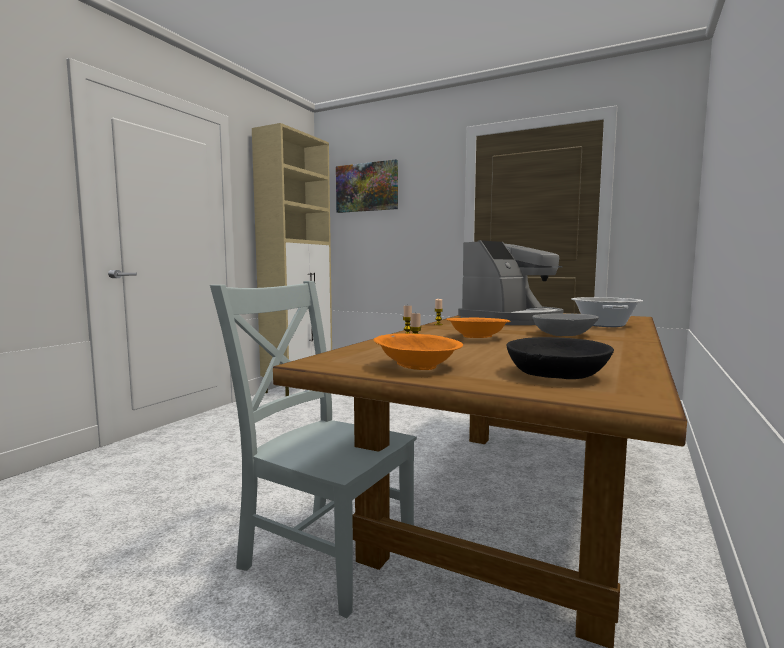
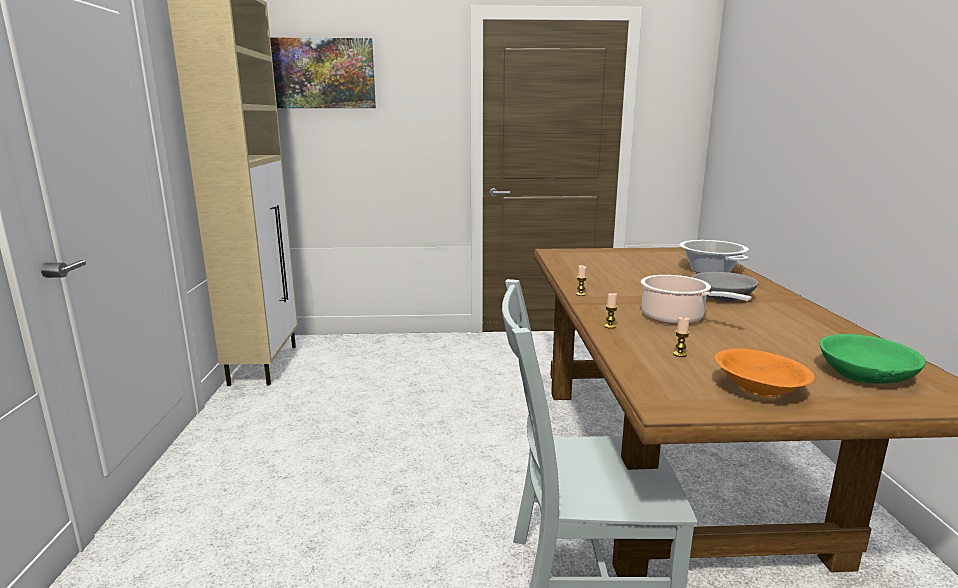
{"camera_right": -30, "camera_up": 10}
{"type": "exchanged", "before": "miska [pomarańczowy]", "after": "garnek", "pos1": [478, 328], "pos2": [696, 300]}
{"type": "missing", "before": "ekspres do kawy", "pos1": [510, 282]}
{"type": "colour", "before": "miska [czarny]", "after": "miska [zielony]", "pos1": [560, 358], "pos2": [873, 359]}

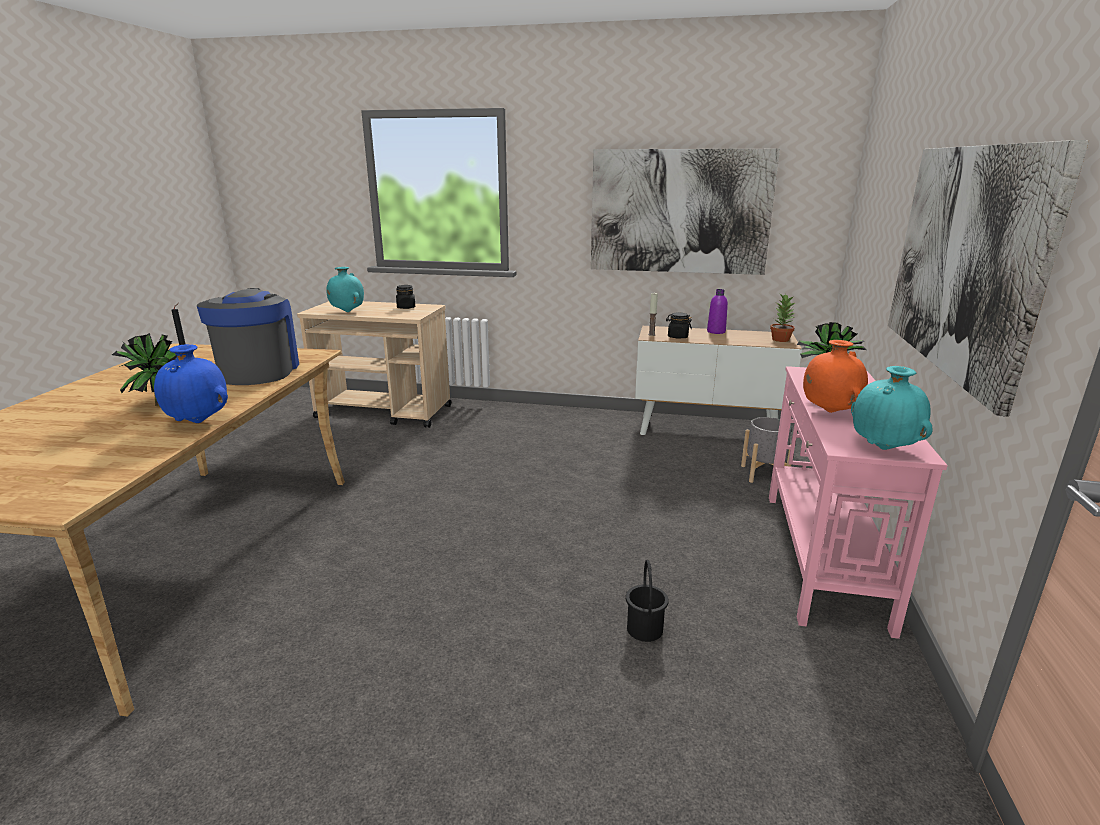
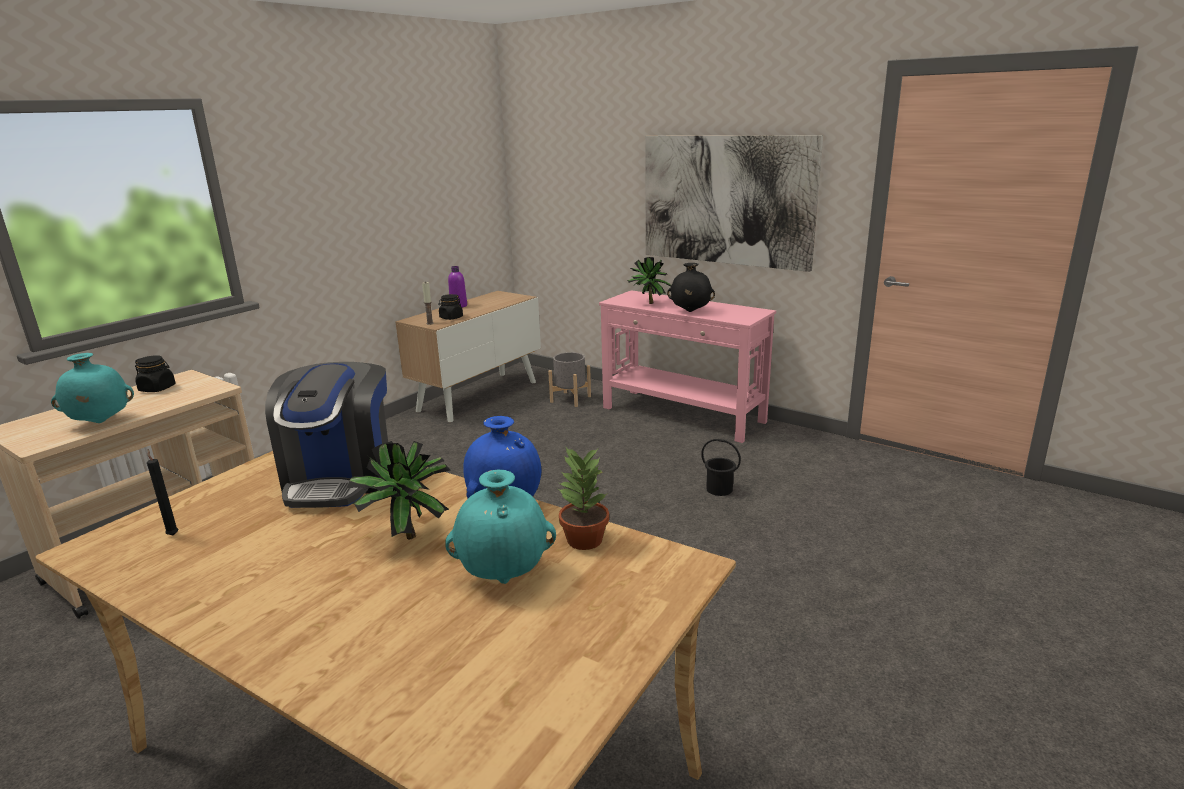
{"camera_right": -65, "camera_up": 0}
{"type": "spun", "before": "ekspres do kawy", "pos1": [248, 336], "pos2": [326, 435], "turn": -105}
{"type": "missing", "before": "obraz", "pos1": [685, 212]}
{"type": "relocated", "before": "roślina doniczkowa", "pos1": [782, 318], "pos2": [583, 499]}
{"type": "colour", "before": "wazon [pomarańczowy]", "after": "wazon [czarny]", "pos1": [835, 376], "pos2": [691, 287]}
{"type": "relocated", "before": "wazon [turkusowy]", "pos1": [892, 408], "pos2": [500, 527]}

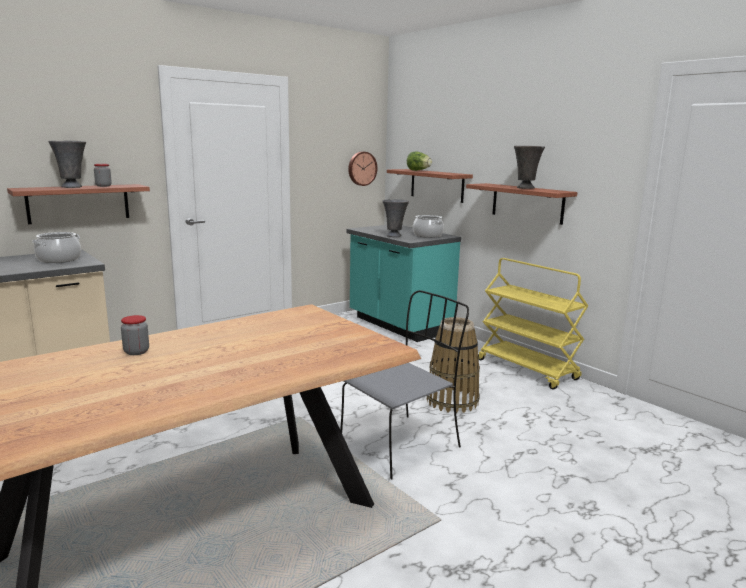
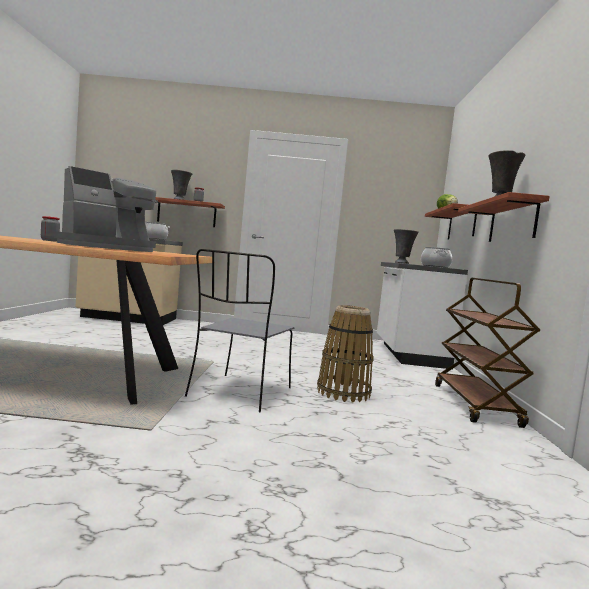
{"camera_right": 40, "camera_up": -10}
{"type": "spun", "before": "krzesło [szary]", "pos1": [404, 384], "pos2": [240, 330], "turn": 105}
{"type": "colour", "before": "zabudowa kuchenna [turkusowy]", "after": "zabudowa kuchenna [biały]", "pos1": [404, 283], "pos2": [422, 315]}
{"type": "missing", "before": "zegar ścienny", "pos1": [362, 169]}
{"type": "colour", "before": "wózek [żółty]", "after": "wózek [brązowy]", "pos1": [533, 324], "pos2": [487, 353]}
{"type": "appeared", "after": "ekspres do kawy", "pos2": [106, 209]}

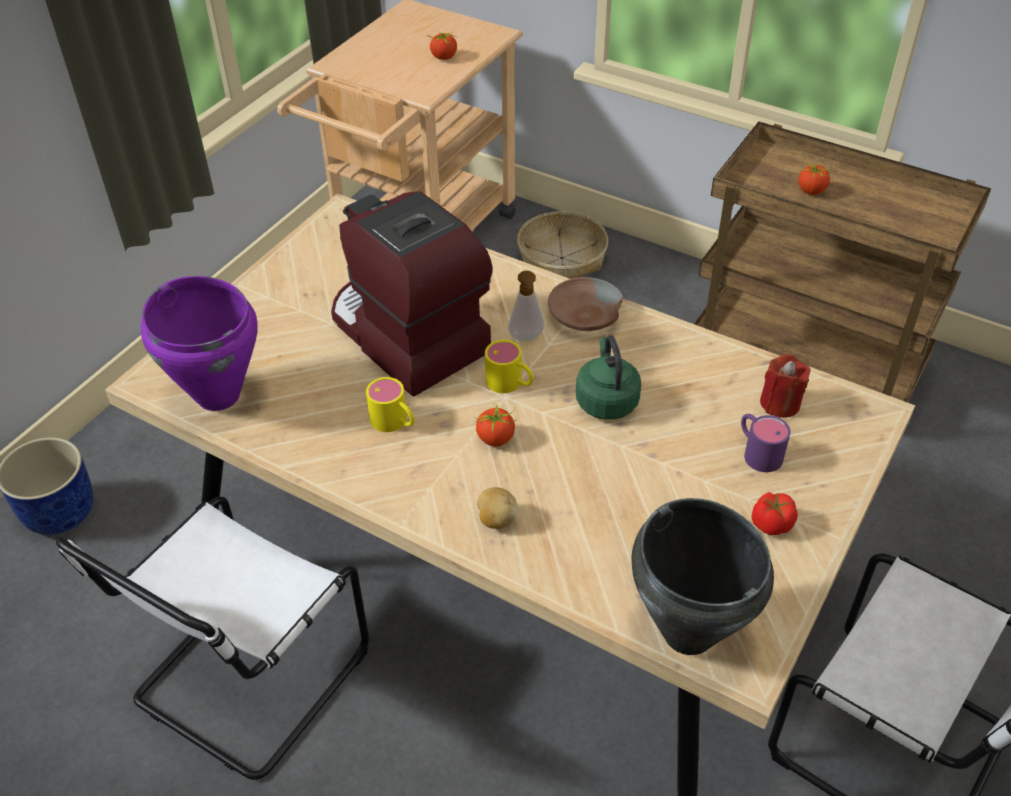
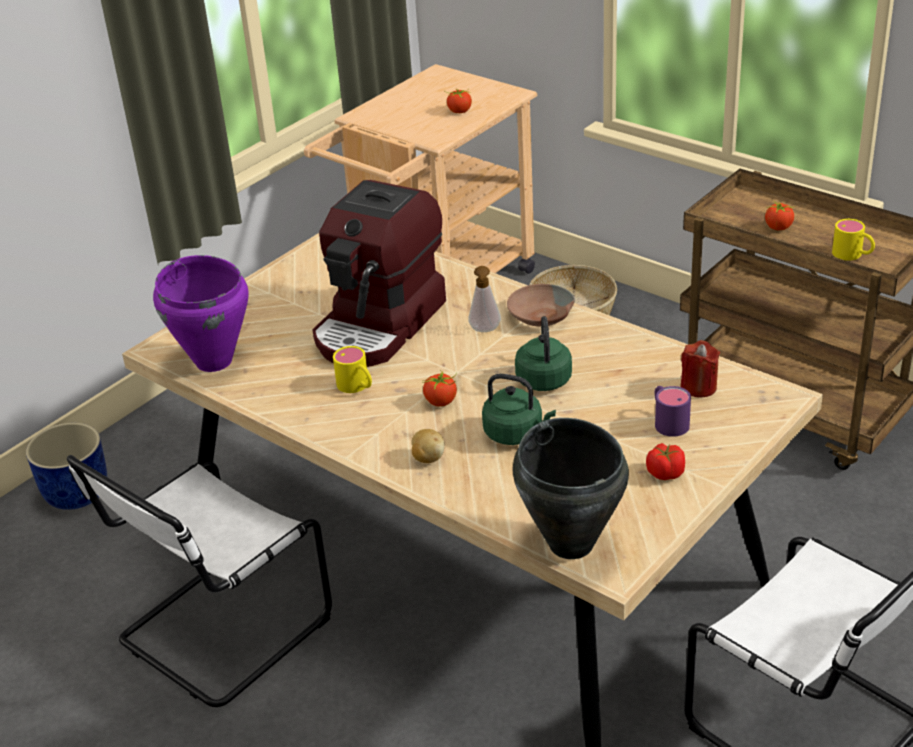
{"camera_right": 10, "camera_up": -10}
{"type": "spun", "before": "ekspres do kawy", "pos1": [412, 293], "pos2": [379, 273], "turn": -120}
{"type": "relocated", "before": "kubek [żółty]", "pos1": [509, 366], "pos2": [853, 240]}
{"type": "appeared", "after": "czajnik [zielony]", "pos2": [519, 409]}

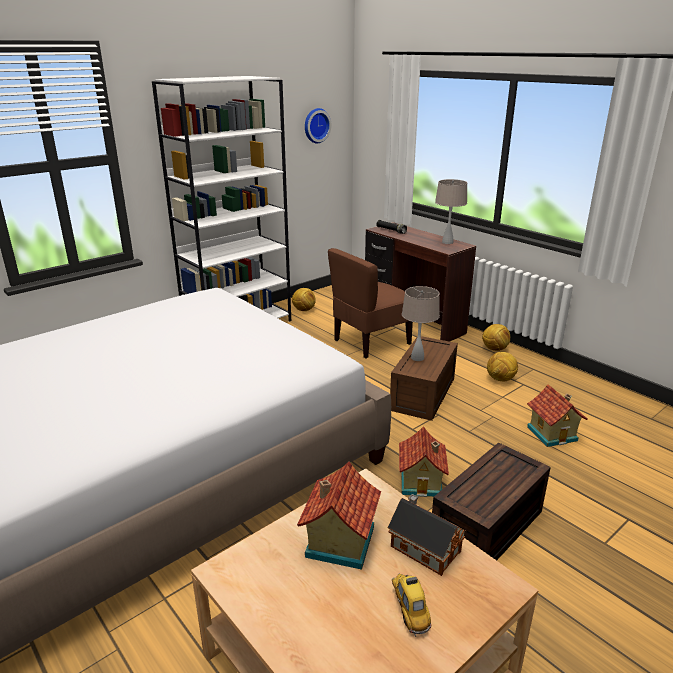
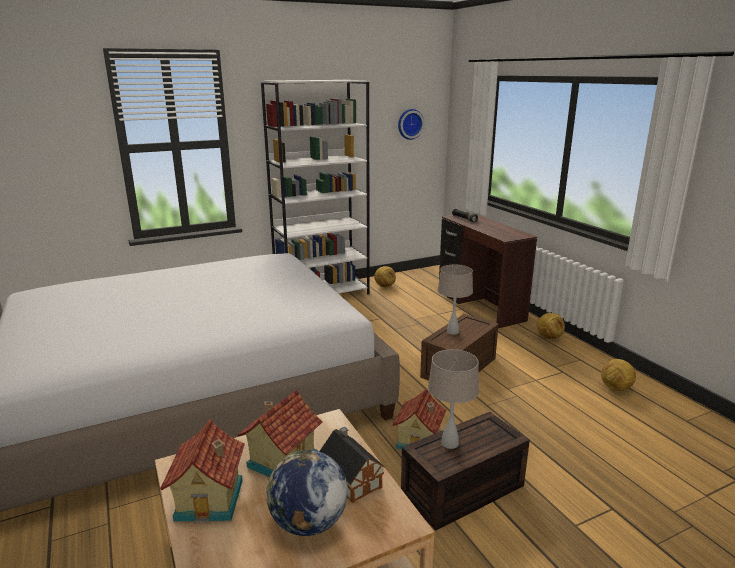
{"camera_right": 15, "camera_up": -5}
{"type": "missing", "before": "krzesło [brązowy]", "pos1": [370, 303]}
{"type": "exchanged", "before": "samochodzik", "after": "globus", "pos1": [412, 605], "pos2": [307, 493]}
{"type": "relocated", "before": "lampa stołowa [beżowy]", "pos1": [451, 211], "pos2": [453, 399]}
{"type": "relocated", "before": "piłka futbolowa", "pos1": [502, 367], "pos2": [618, 375]}
{"type": "relocated", "before": "domek", "pos1": [557, 415], "pos2": [202, 470]}

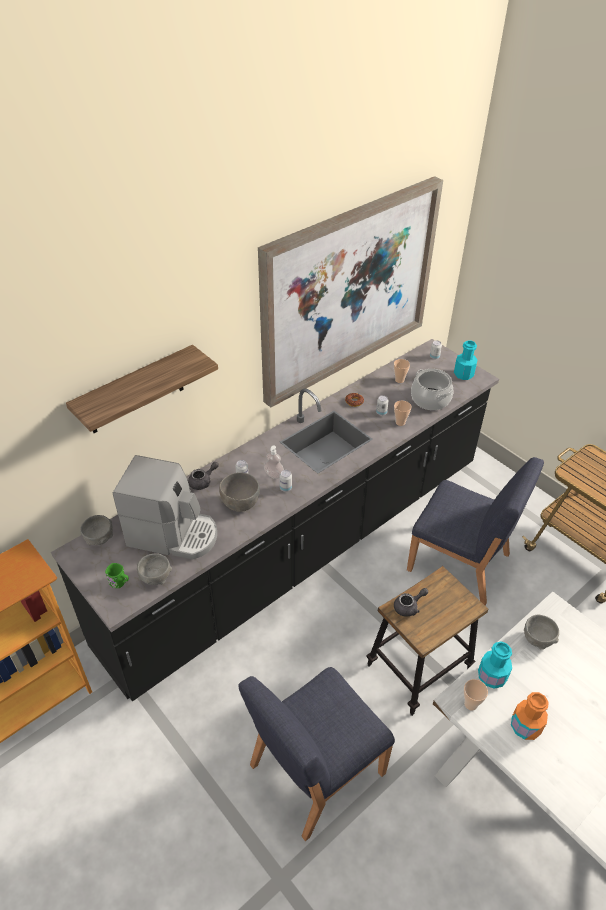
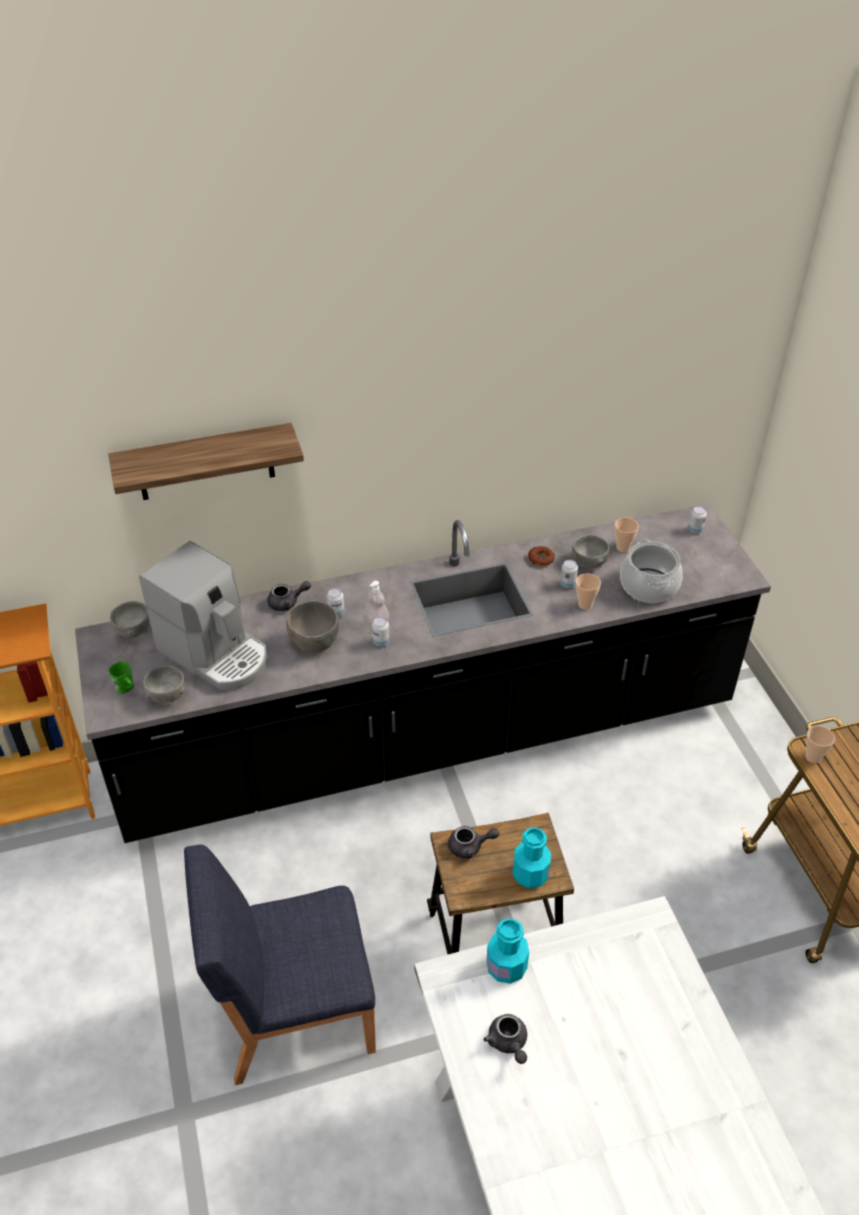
{"camera_right": 25, "camera_up": 0}
{"type": "missing", "before": "obraz", "pos1": [350, 292]}
{"type": "missing", "before": "krzesło [niebieski]", "pos1": [475, 531]}
{"type": "relocated", "before": "butelka [turkusowy]", "pos1": [466, 360], "pos2": [532, 857]}
{"type": "relocated", "before": "filiżanka", "pos1": [476, 695], "pos2": [820, 744]}
{"type": "exchanged", "before": "butelka [pomarańczowy]", "after": "imbryk [szary]", "pos1": [530, 716], "pos2": [505, 1039]}
{"type": "relocated", "before": "miska [szary]", "pos1": [541, 632], "pos2": [590, 551]}

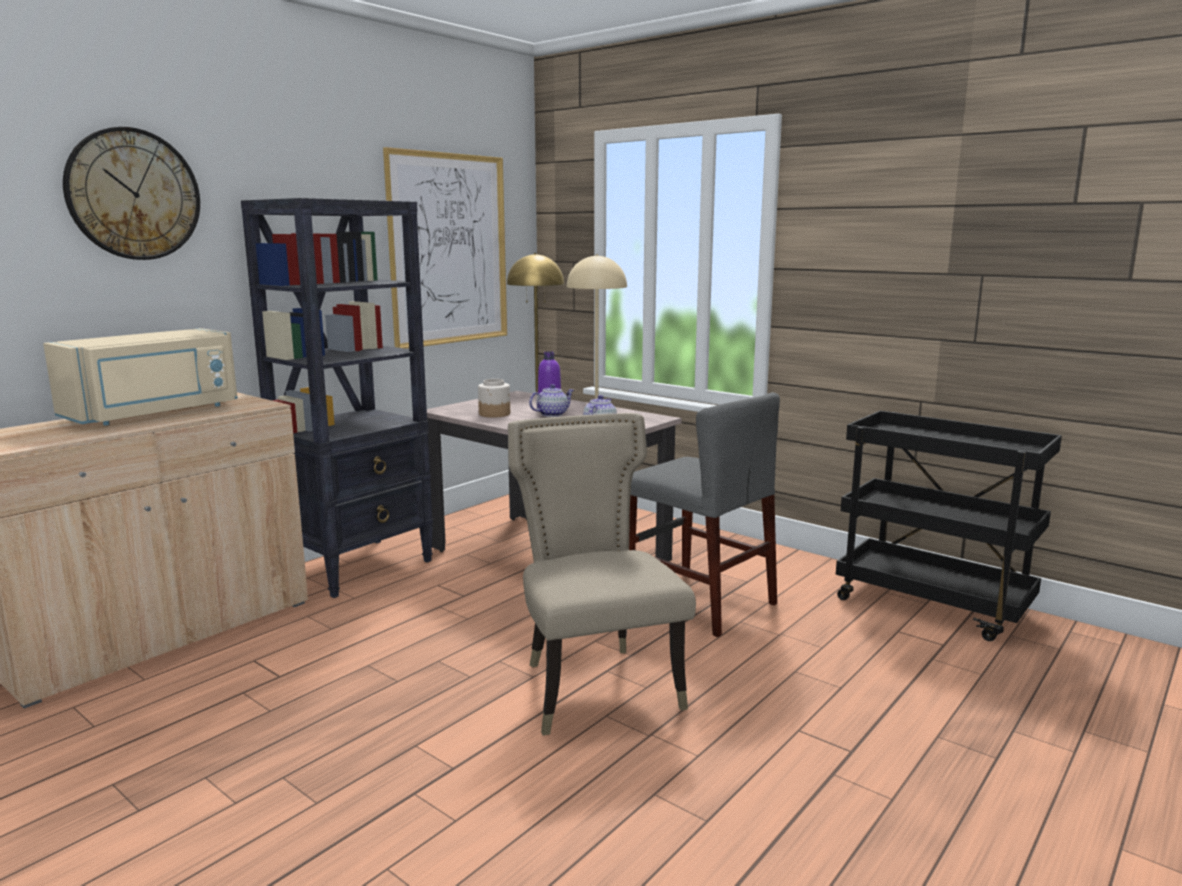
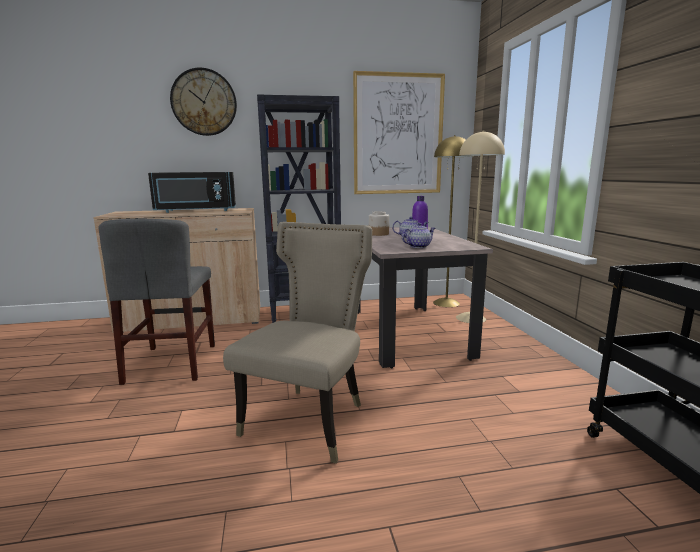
{"camera_right": 40, "camera_up": 0}
{"type": "colour", "before": "mikrofalówka [beżowy]", "after": "mikrofalówka [czarny]", "pos1": [140, 377], "pos2": [192, 192]}
{"type": "relocated", "before": "krzesło [szary]", "pos1": [704, 514], "pos2": [156, 301]}

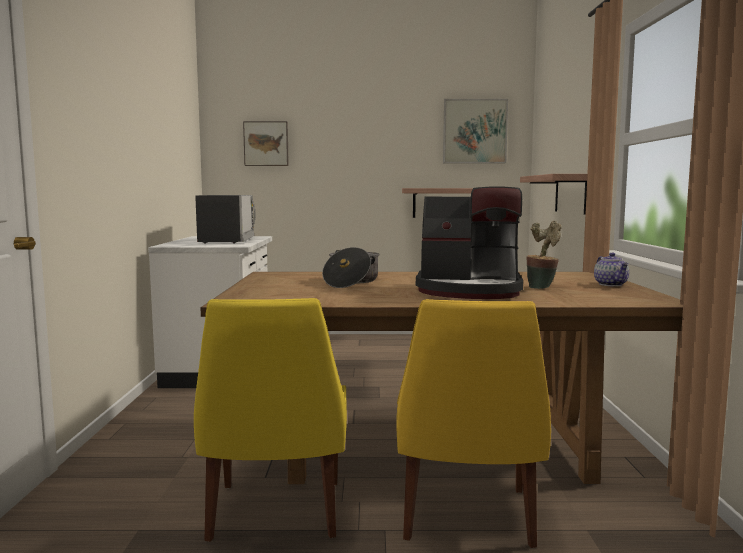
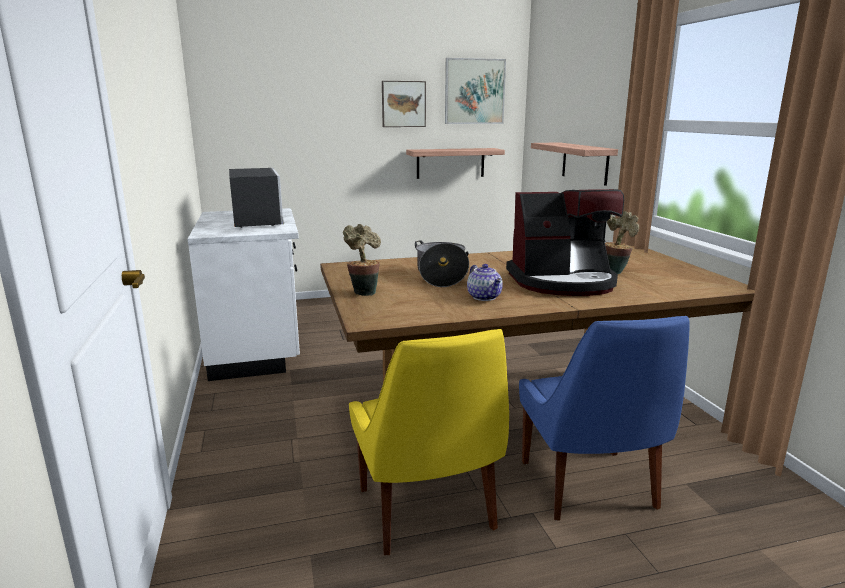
{"camera_right": -15, "camera_up": 10}
{"type": "relocated", "before": "obraz", "pos1": [266, 143], "pos2": [404, 104]}
{"type": "colour", "before": "krzesło [żółty]", "after": "krzesło [niebieski]", "pos1": [473, 423], "pos2": [604, 418]}
{"type": "relocated", "before": "imbryk", "pos1": [611, 269], "pos2": [485, 282]}
{"type": "appeared", "after": "roślina doniczkowa", "pos2": [362, 260]}

